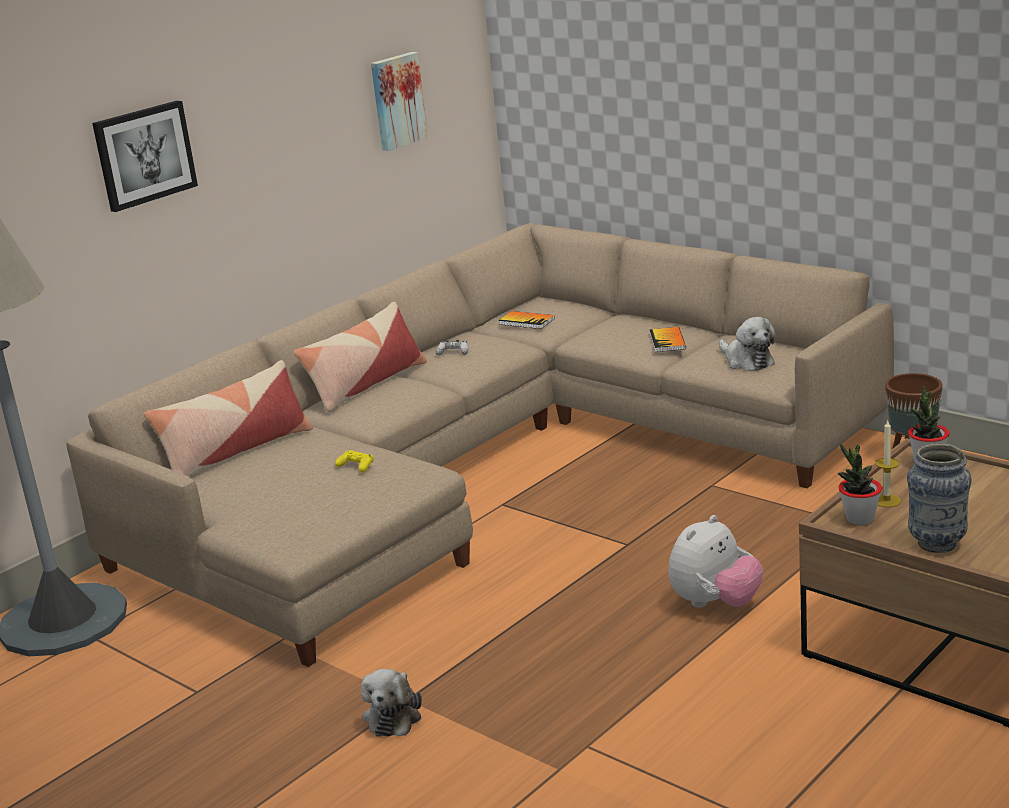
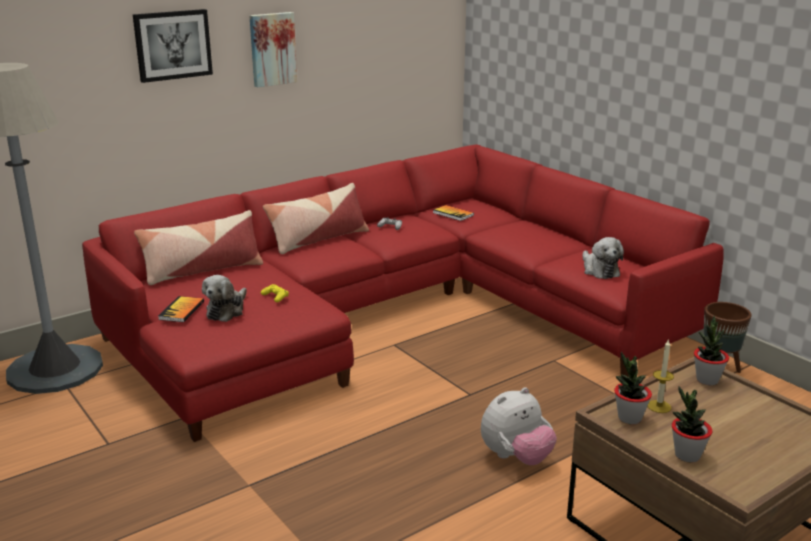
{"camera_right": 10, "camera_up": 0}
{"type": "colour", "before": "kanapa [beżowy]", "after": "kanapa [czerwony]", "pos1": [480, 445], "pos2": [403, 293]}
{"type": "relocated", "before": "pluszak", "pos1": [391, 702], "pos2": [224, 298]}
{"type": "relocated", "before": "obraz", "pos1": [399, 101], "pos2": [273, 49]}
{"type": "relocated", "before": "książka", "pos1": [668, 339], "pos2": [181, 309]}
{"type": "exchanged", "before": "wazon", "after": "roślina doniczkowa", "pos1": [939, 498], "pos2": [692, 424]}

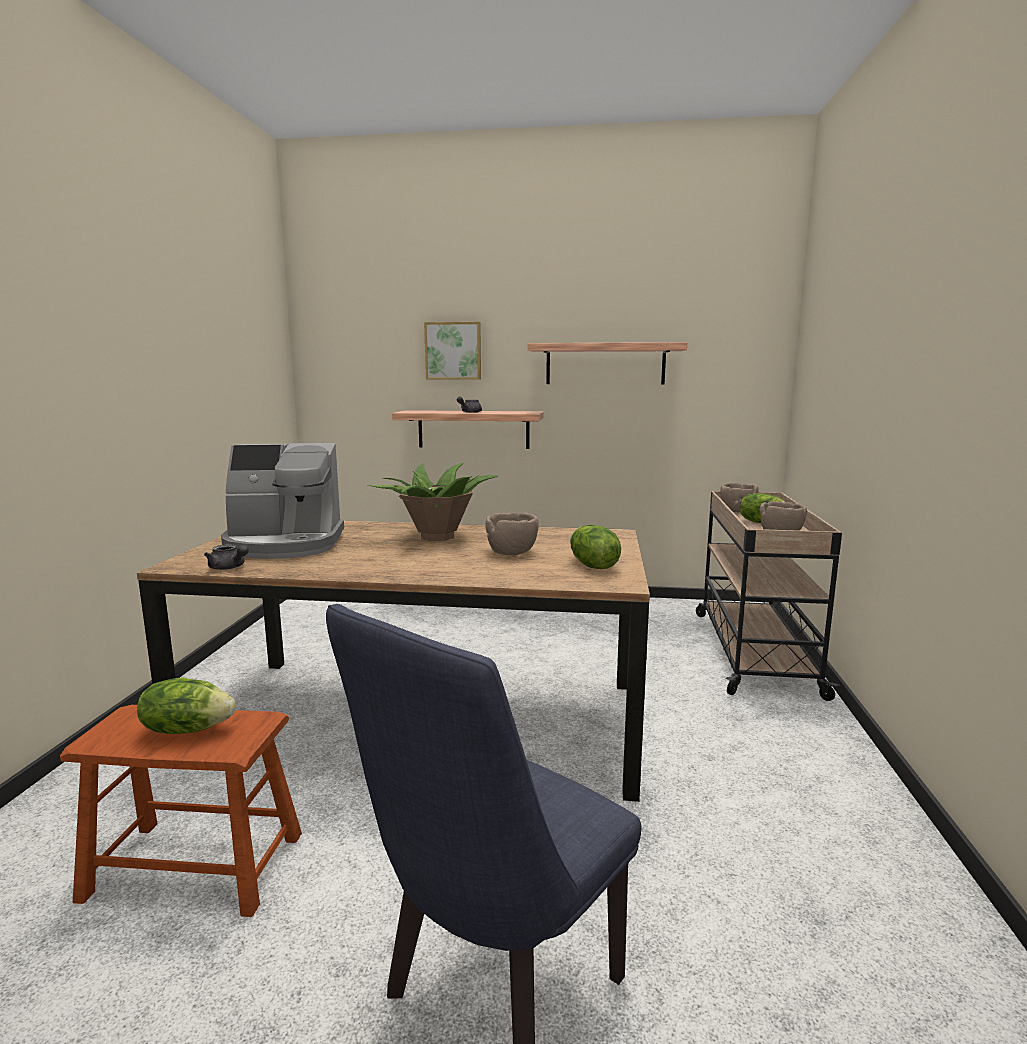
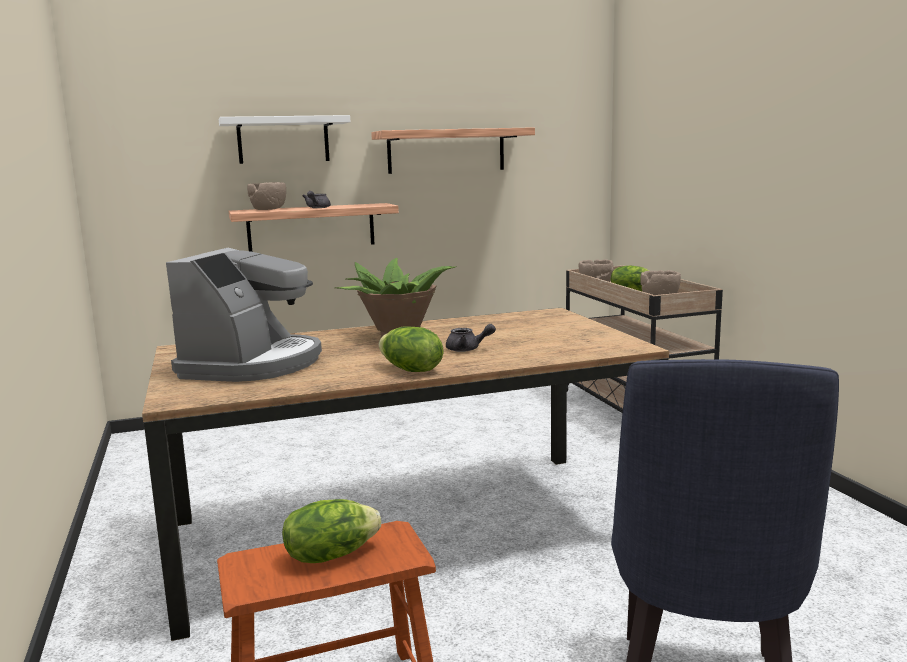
{"camera_right": -25, "camera_up": 0}
{"type": "relocated", "before": "imbryk [szary]", "pos1": [226, 557], "pos2": [471, 338]}
{"type": "spun", "before": "ekspres do kawy", "pos1": [282, 501], "pos2": [244, 315], "turn": -45}
{"type": "exchanged", "before": "obraz", "after": "półka [biały]", "pos1": [452, 350], "pos2": [284, 139]}
{"type": "relocated", "before": "miska [brązowy]", "pos1": [512, 533], "pos2": [266, 196]}
{"type": "relocated", "before": "sałata", "pos1": [595, 546], "pos2": [411, 349]}

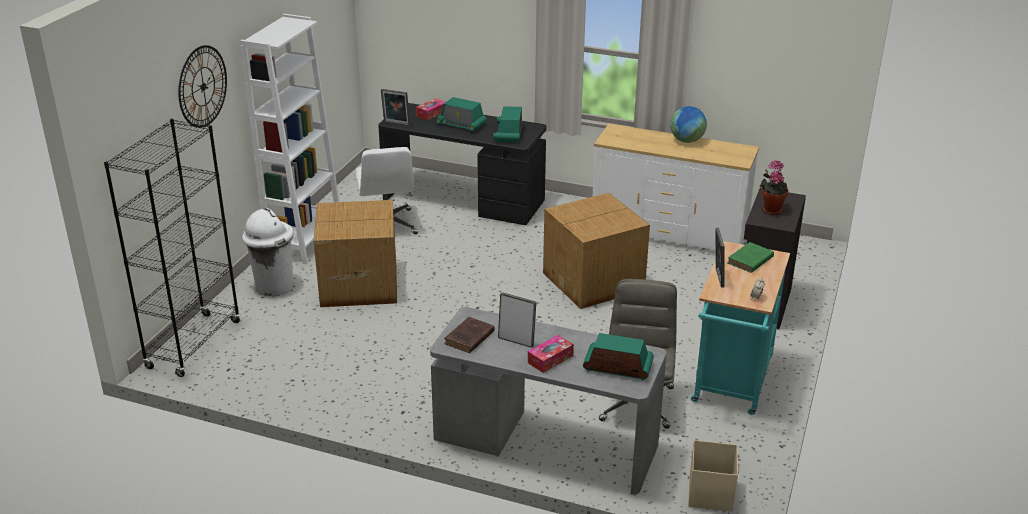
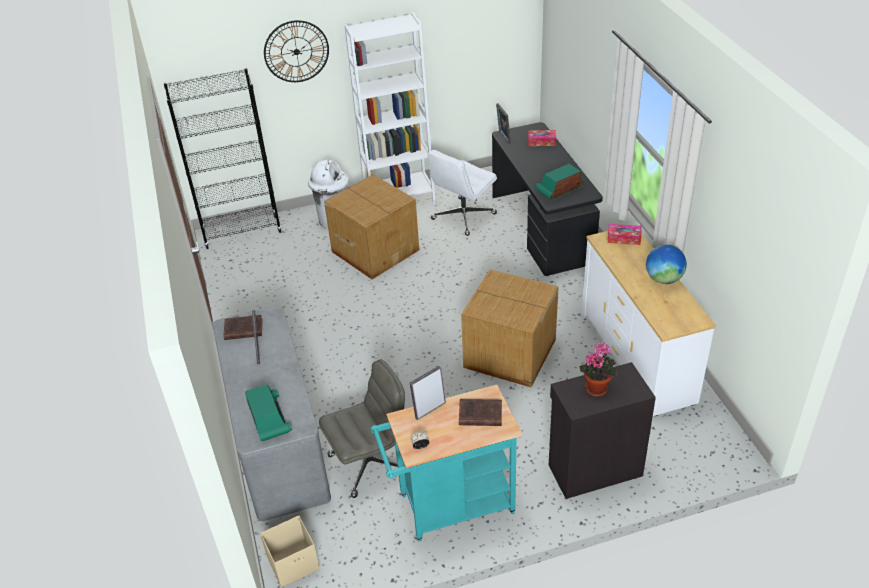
{"camera_right": 55, "camera_up": 10}
{"type": "missing", "before": "radio", "pos1": [461, 114]}
{"type": "relocated", "before": "pudełko chusteczek", "pos1": [551, 354], "pos2": [625, 234]}
{"type": "colour", "before": "książka [zielony]", "after": "książka [brązowy]", "pos1": [750, 257], "pos2": [480, 412]}

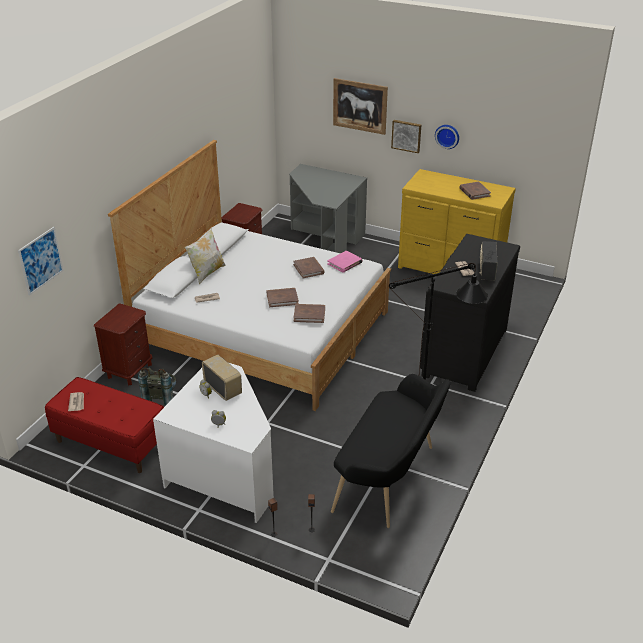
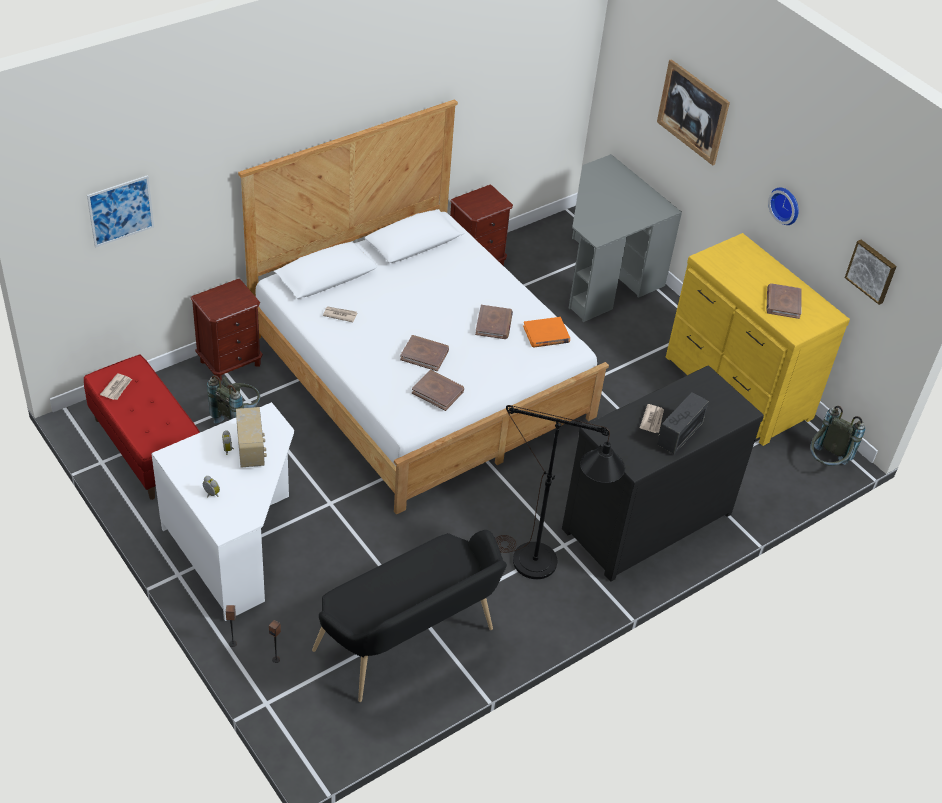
{"camera_right": 25, "camera_up": 10}
{"type": "missing", "before": "poduszka", "pos1": [205, 256]}
{"type": "colour", "before": "książka [różowy]", "after": "książka [pomarańczowy]", "pos1": [345, 261], "pos2": [546, 332]}
{"type": "relocated", "before": "obraz", "pos1": [406, 136], "pos2": [871, 272]}
{"type": "appeared", "after": "plecak [szary]", "pos2": [837, 436]}

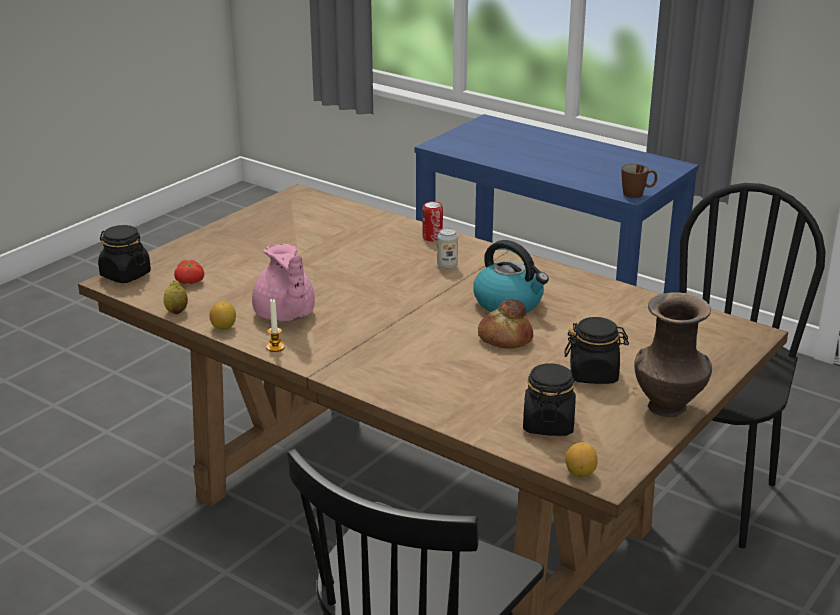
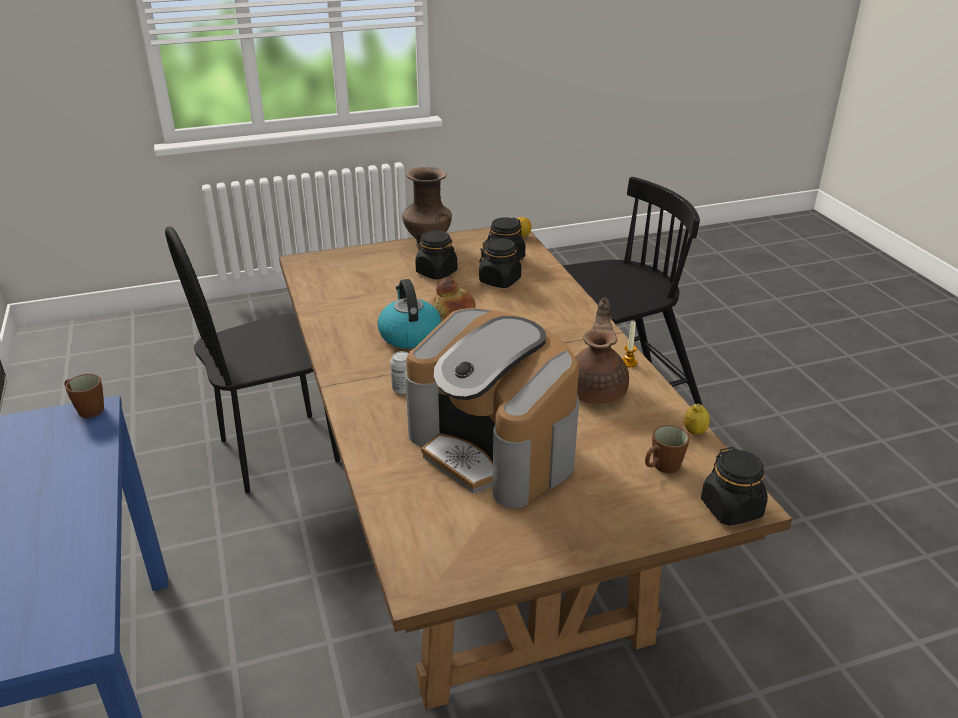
{"camera_right": -145, "camera_up": 5}
{"type": "exchanged", "before": "pomidor", "after": "kubek [brązowy]", "pos1": [189, 272], "pos2": [667, 449]}
{"type": "missing", "before": "cytryna", "pos1": [222, 316]}
{"type": "colour", "before": "imbryk [różowy]", "after": "imbryk [brązowy]", "pos1": [283, 282], "pos2": [602, 351]}
{"type": "missing", "before": "puszka", "pos1": [433, 221]}
{"type": "appeared", "after": "ekspres do kawy", "pos2": [492, 408]}
{"type": "appeared", "after": "słoik [czarny]", "pos2": [501, 263]}

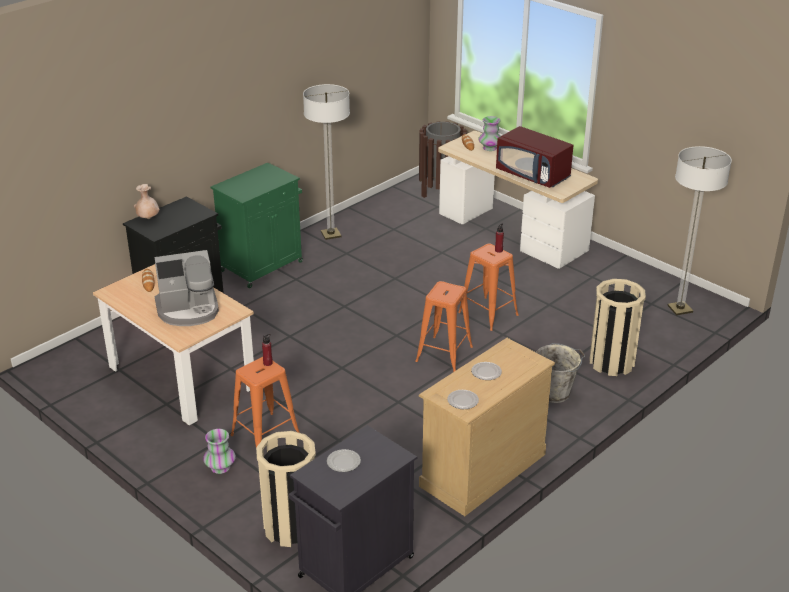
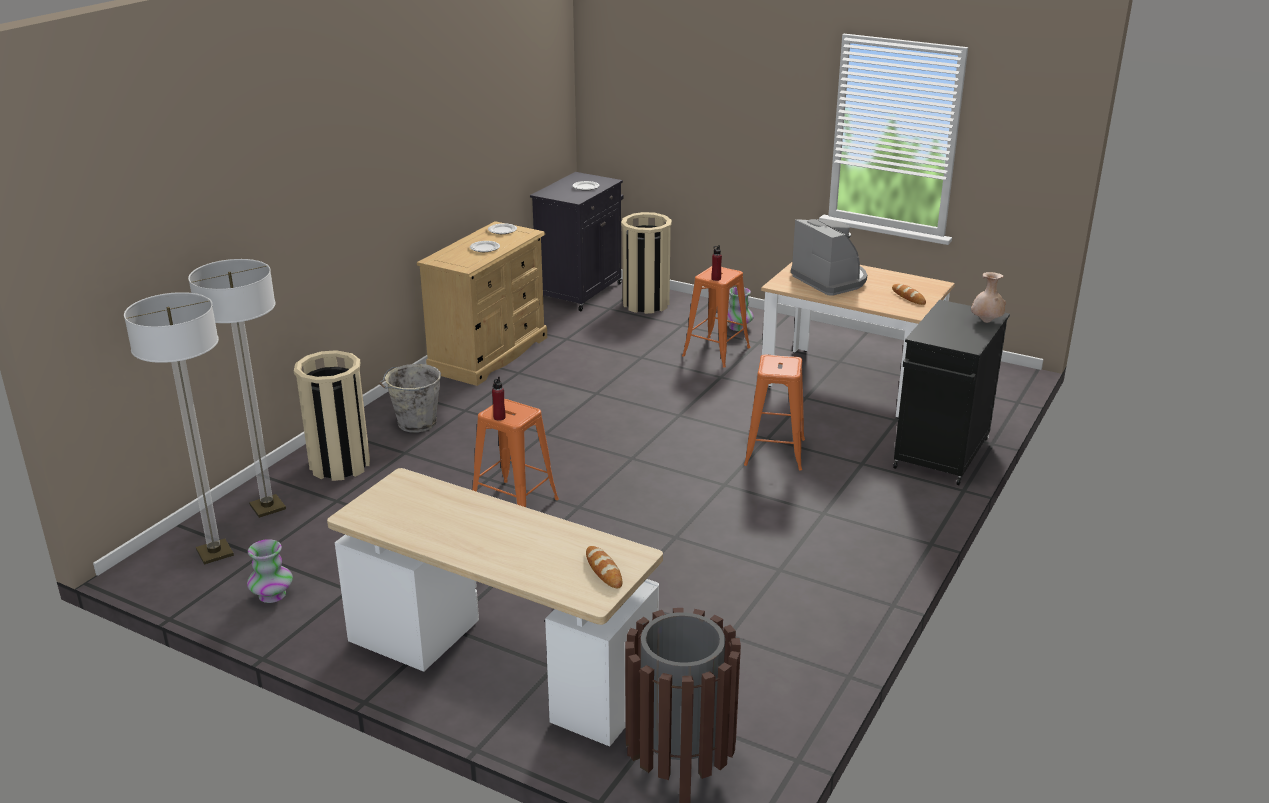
{"camera_right": 165, "camera_up": -5}
{"type": "spun", "before": "ekspres do kawy", "pos1": [186, 288], "pos2": [829, 257], "turn": 90}
{"type": "missing", "before": "szafka [zielony]", "pos1": [257, 225]}
{"type": "relocated", "before": "lampa stojąca", "pos1": [326, 162], "pos2": [237, 388]}
{"type": "relocated", "before": "stołek [pomarańczowy]", "pos1": [444, 326], "pos2": [774, 412]}
{"type": "relocated", "before": "wazon", "pos1": [489, 133], "pos2": [270, 571]}
{"type": "missing", "before": "mikrofalówka [czerwony]", "pos1": [534, 157]}

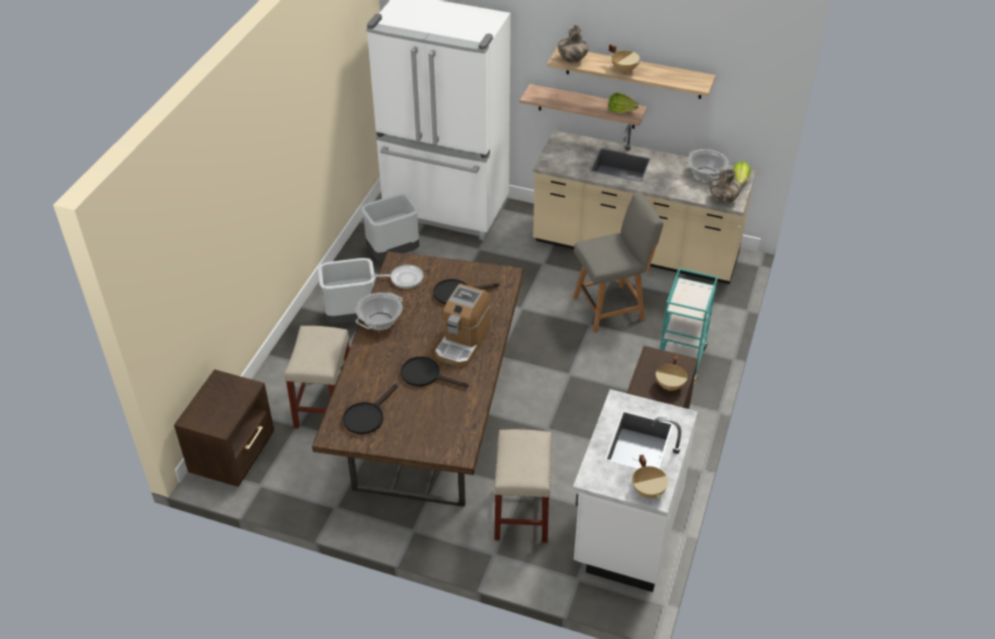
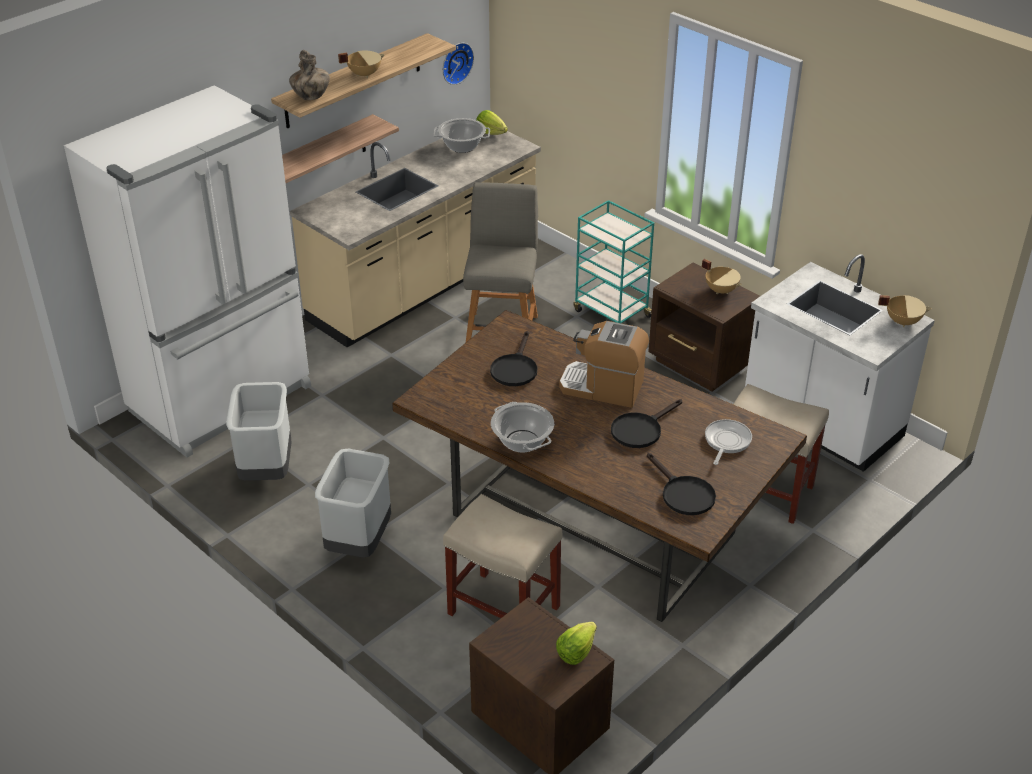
{"camera_right": -65, "camera_up": -5}
{"type": "relocated", "before": "patelnia", "pos1": [398, 276], "pos2": [728, 442]}
{"type": "spun", "before": "ekspres do kawy", "pos1": [462, 325], "pos2": [604, 364], "turn": 150}
{"type": "relocated", "before": "sałata", "pos1": [623, 103], "pos2": [576, 643]}
{"type": "missing", "before": "wazon", "pos1": [725, 186]}
{"type": "appeared", "after": "zegar ścienny", "pos2": [458, 64]}

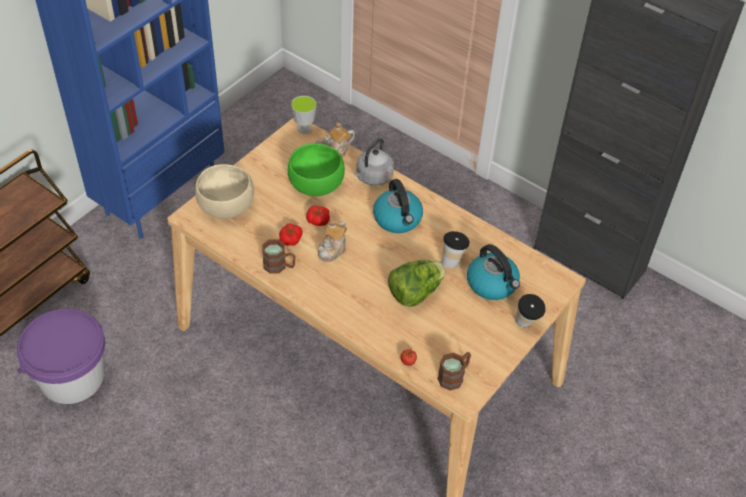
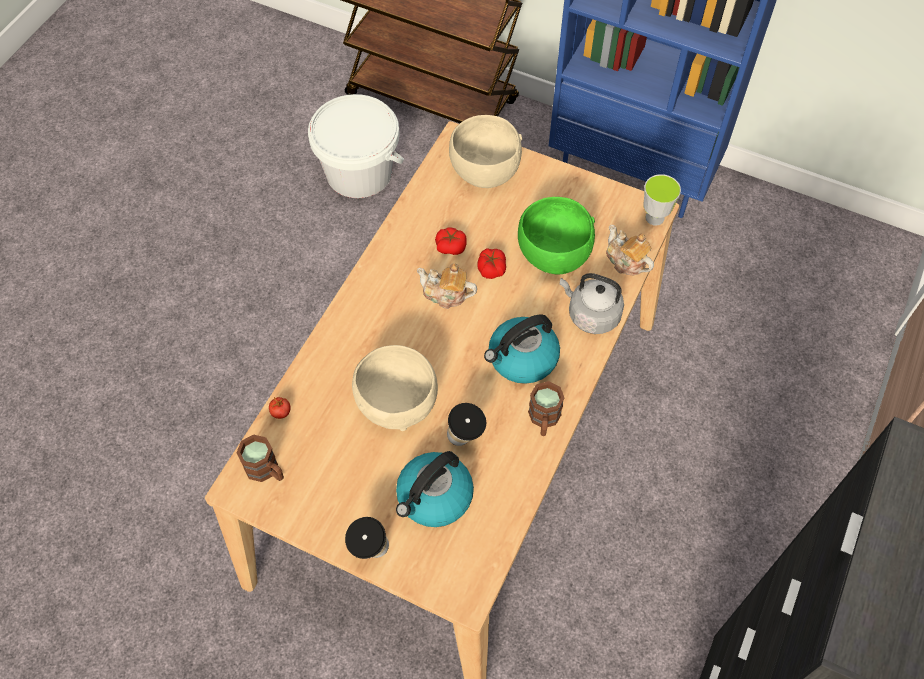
{"camera_right": 80, "camera_up": 10}
{"type": "colour", "before": "wiadro [fioletowy]", "after": "wiadro [biały]", "pos1": [61, 356], "pos2": [356, 146]}
{"type": "relocated", "before": "kubek [brązowy]", "pos1": [278, 256], "pos2": [546, 408]}
{"type": "exchanged", "before": "sałata", "after": "miska [beżowy]", "pos1": [417, 283], "pos2": [395, 388]}

